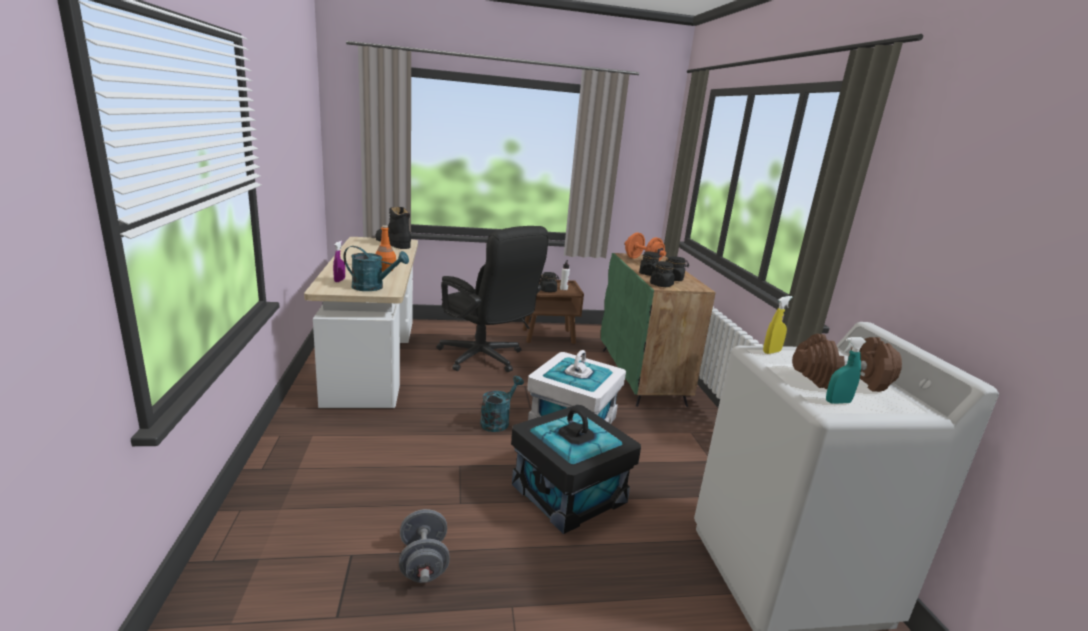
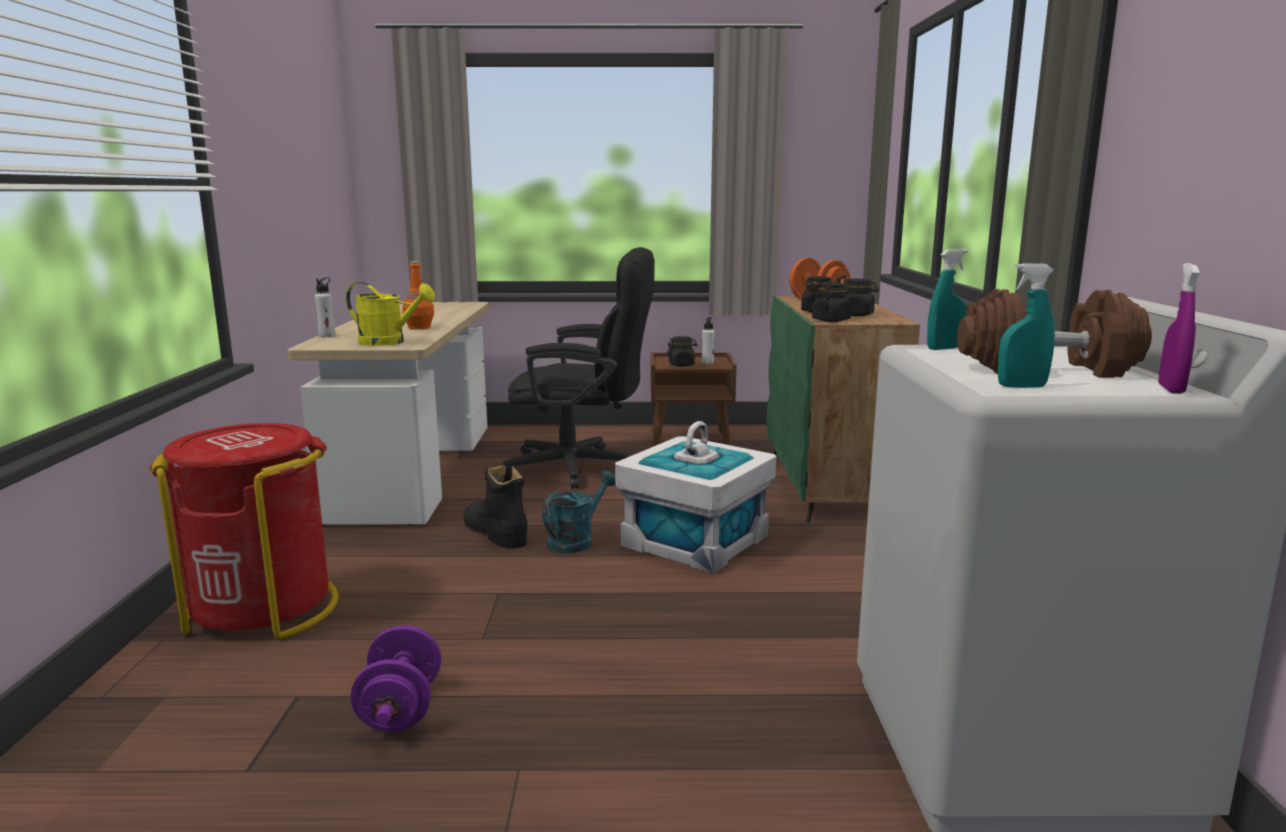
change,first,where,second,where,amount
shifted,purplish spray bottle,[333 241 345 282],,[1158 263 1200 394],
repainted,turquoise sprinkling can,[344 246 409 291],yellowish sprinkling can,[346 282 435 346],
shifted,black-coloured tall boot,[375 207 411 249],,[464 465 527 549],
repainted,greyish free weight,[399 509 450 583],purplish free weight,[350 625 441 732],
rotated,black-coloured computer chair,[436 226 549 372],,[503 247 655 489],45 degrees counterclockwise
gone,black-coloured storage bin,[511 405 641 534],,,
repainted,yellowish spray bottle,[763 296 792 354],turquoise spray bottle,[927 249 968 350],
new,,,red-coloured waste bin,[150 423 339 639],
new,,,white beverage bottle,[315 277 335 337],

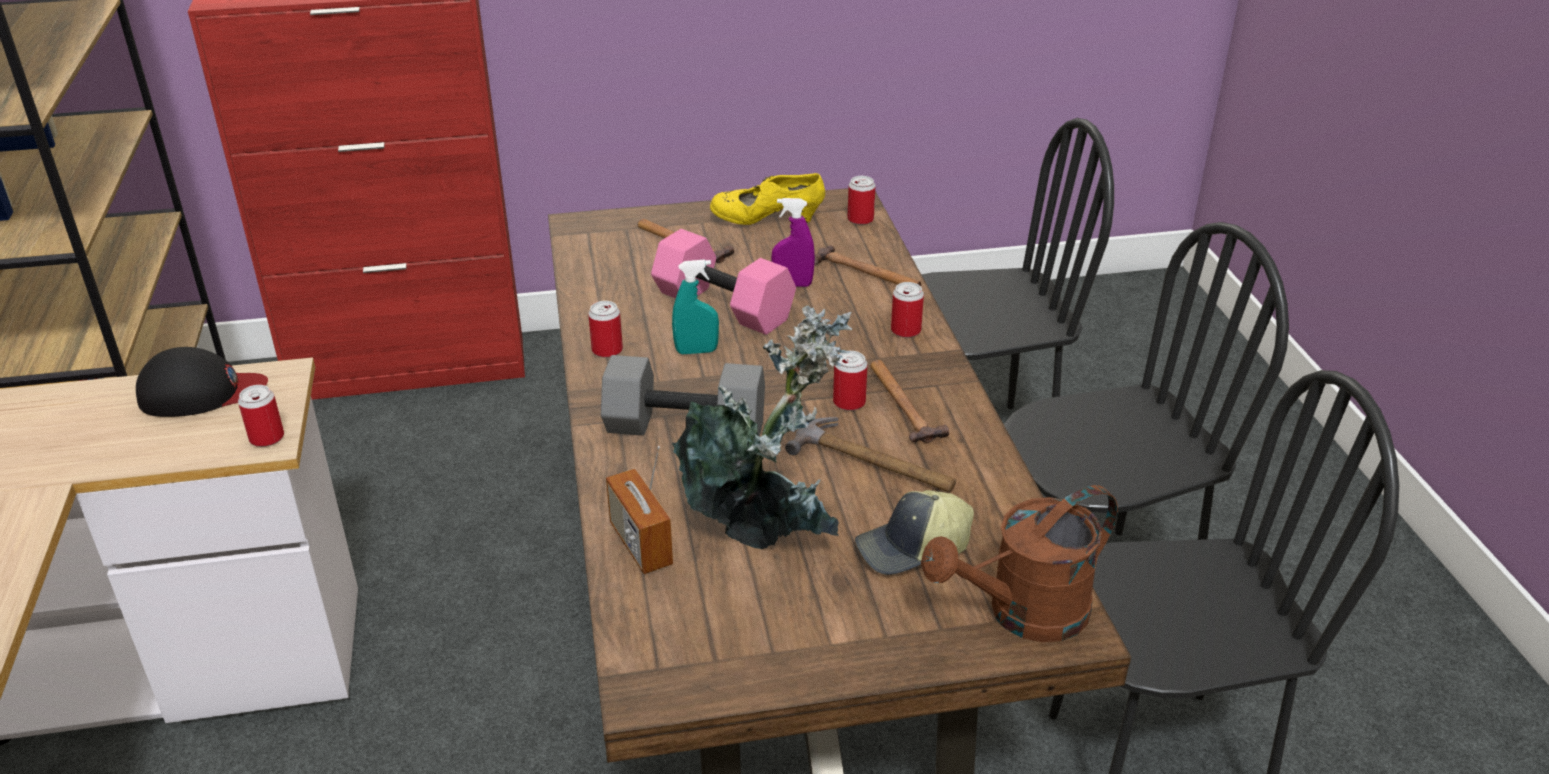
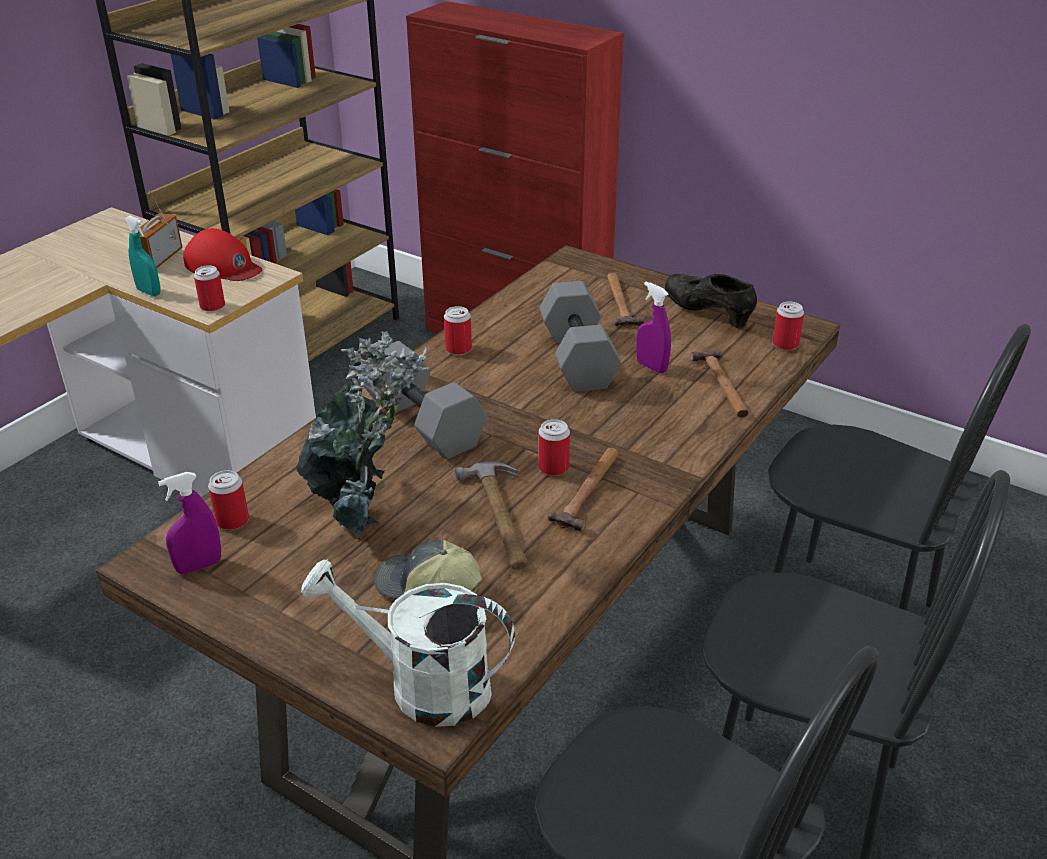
change,first,where,second,where,amount
repainted,black-coloured baseball cap,[136 347 268 417],red-coloured baseball cap,[183 228 262 281],
shifted,radio receiver,[606 446 673 574],,[138 190 182 268],
repainted,pinkish free weight,[651 229 796 335],greyish free weight,[539 281 621 392],
shifted,turquoise spray bottle,[672 260 719 354],,[125 216 161 296],
repainted,yellowish shoe,[710 173 825 225],black-coloured shoe,[665 273 757 328],
shifted,metal can,[891 282 924 338],,[208 470 249 530],
repainted,brownish sprinkling can,[921 485 1118 642],white sprinkling can,[301 559 515 727],
new,,,purplish spray bottle,[158 472 221 574],

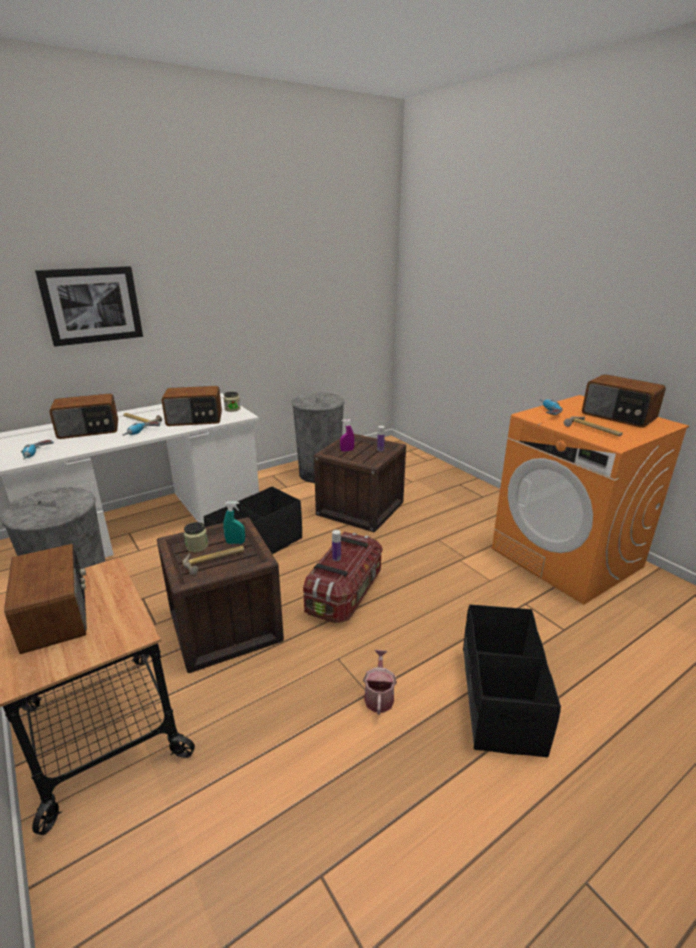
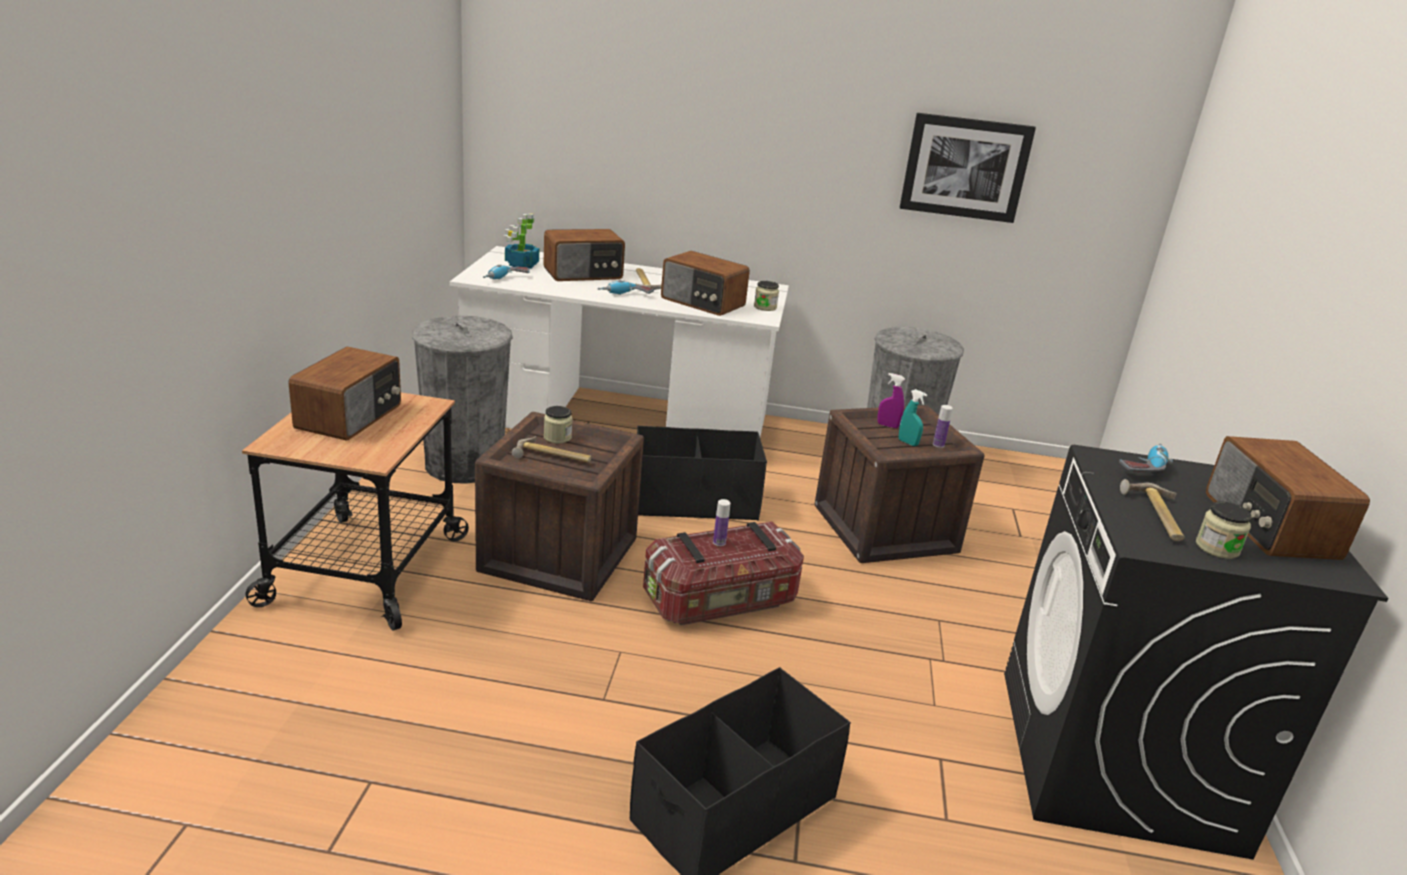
change,first,where,second,where,amount
shifted,wall picture,[35 266 143 347],,[900 113 1036 223],
rotated,radio receiver,[49 394 118 439],,[543 229 625 281],45 degrees counterclockwise
shifted,turquoise spray bottle,[223 502 245 544],,[899 389 927 446],
gone,sprinkling can,[363 650 397 715],,,
repainted,orangey laundry appliance,[492 395 689 605],black-coloured laundry appliance,[1004 445 1389 860],
new,,,plant in a pot,[504 213 539 269],
new,,,preserve jar,[1196 501 1252 559],

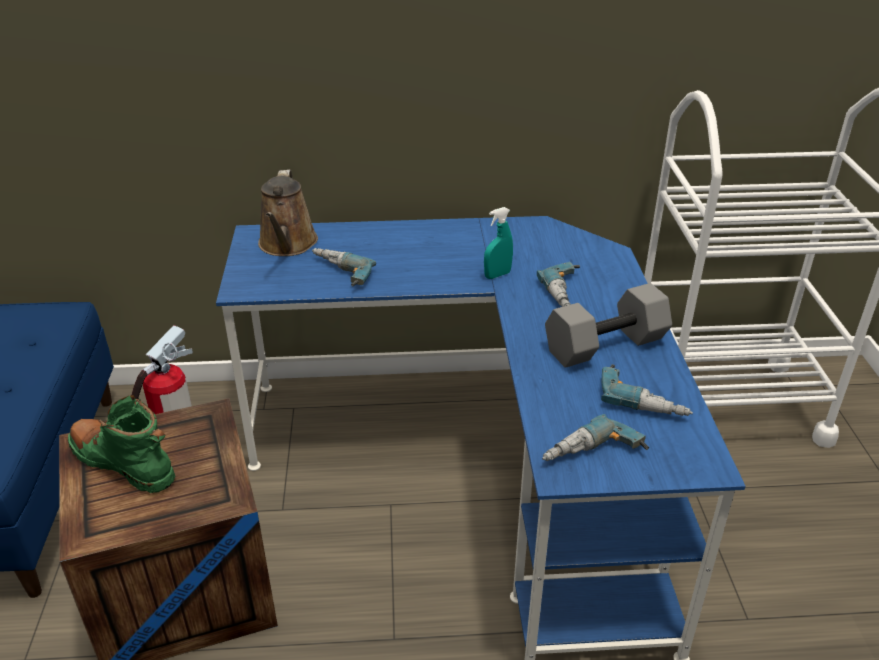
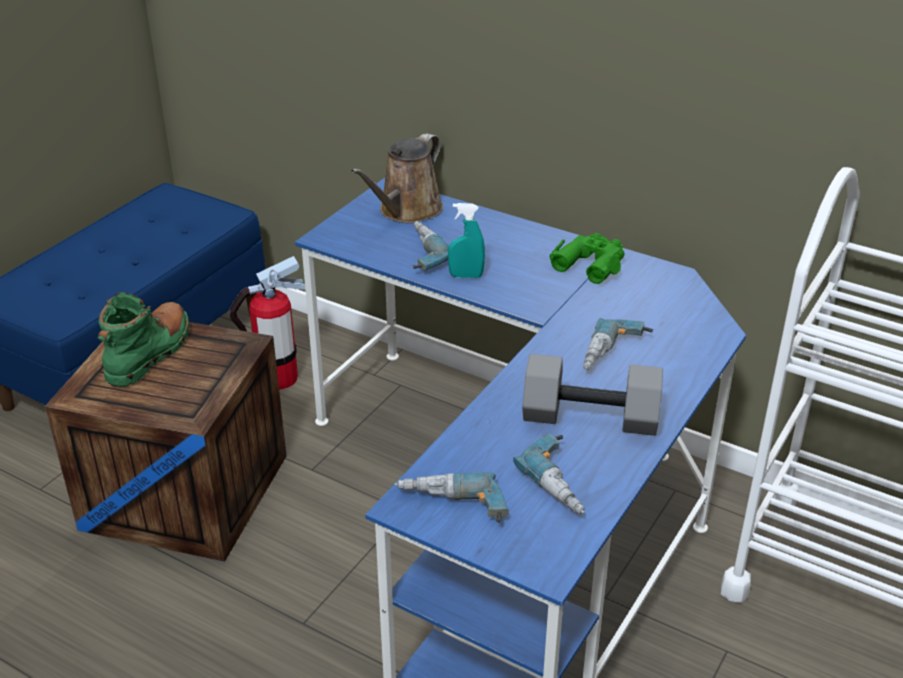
change,first,where,second,where,amount
rotated,greenish tall boot,[68 395 175 493],,[98 292 189 387],45 degrees clockwise
shifted,turquoise spray bottle,[484 207 513 279],,[448 203 485 278],
new,,,greenish pair of binoculars,[549 233 624 284],

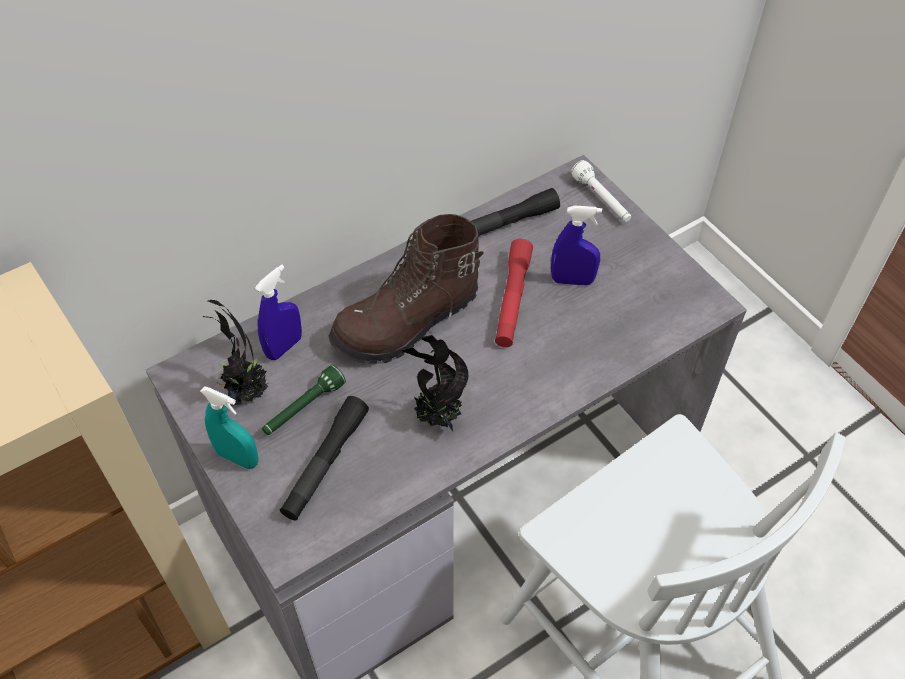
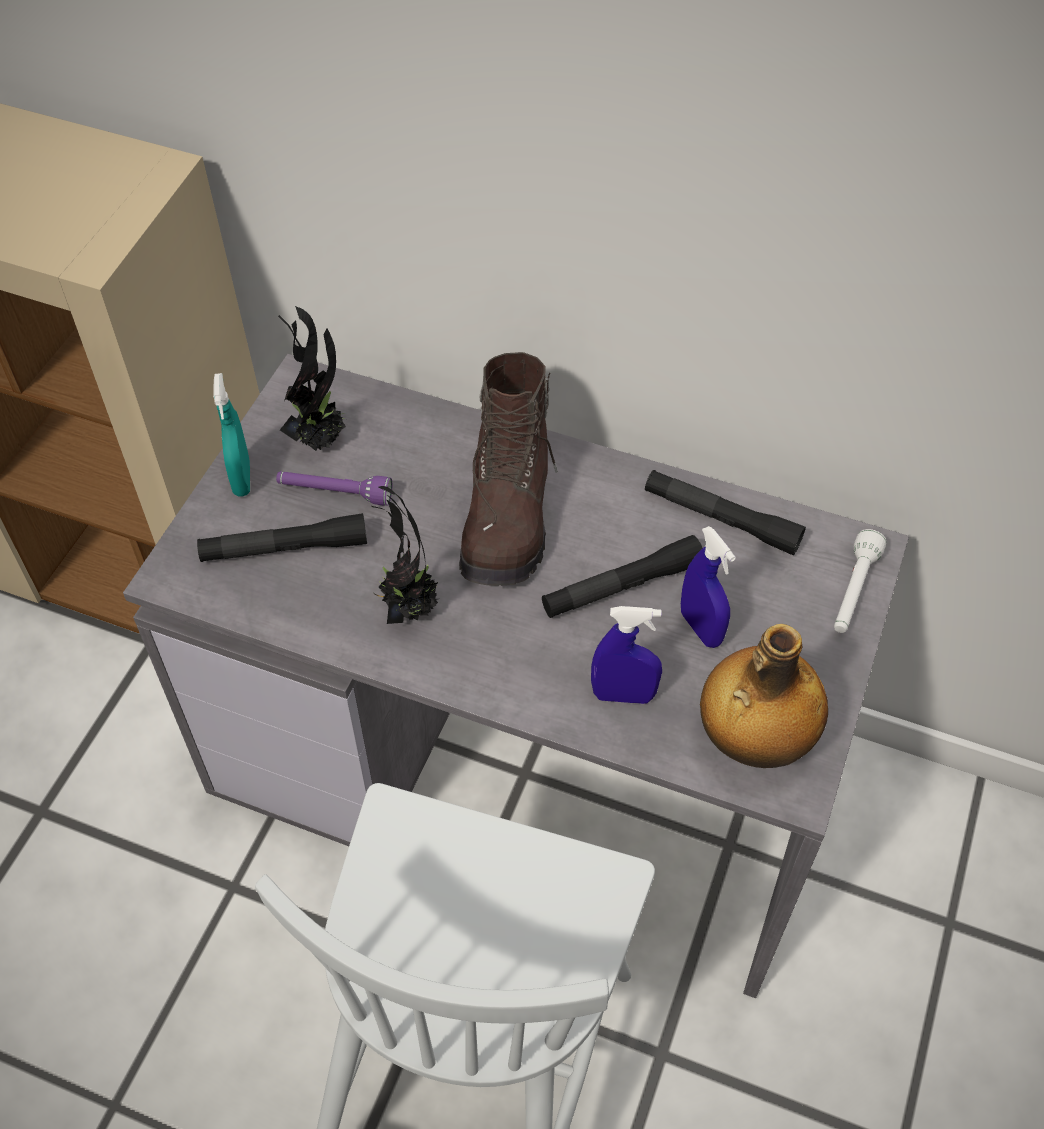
change,first,where,second,where,amount
shifted,blue spray bottle,[255 264 302 360],,[591 606 662 704],
repainted,greenish flashlight,[262 365 346 435],purplish flashlight,[276 471 392 506],
rotated,brownish tall boot,[328 214 484 364],,[459 352 558 586],105 degrees counterclockwise
repainted,red-coloured flashlight,[495 239 533 347],black-coloured flashlight,[542 535 702 618],
new,,,beverage bottle,[700 624 828 768],

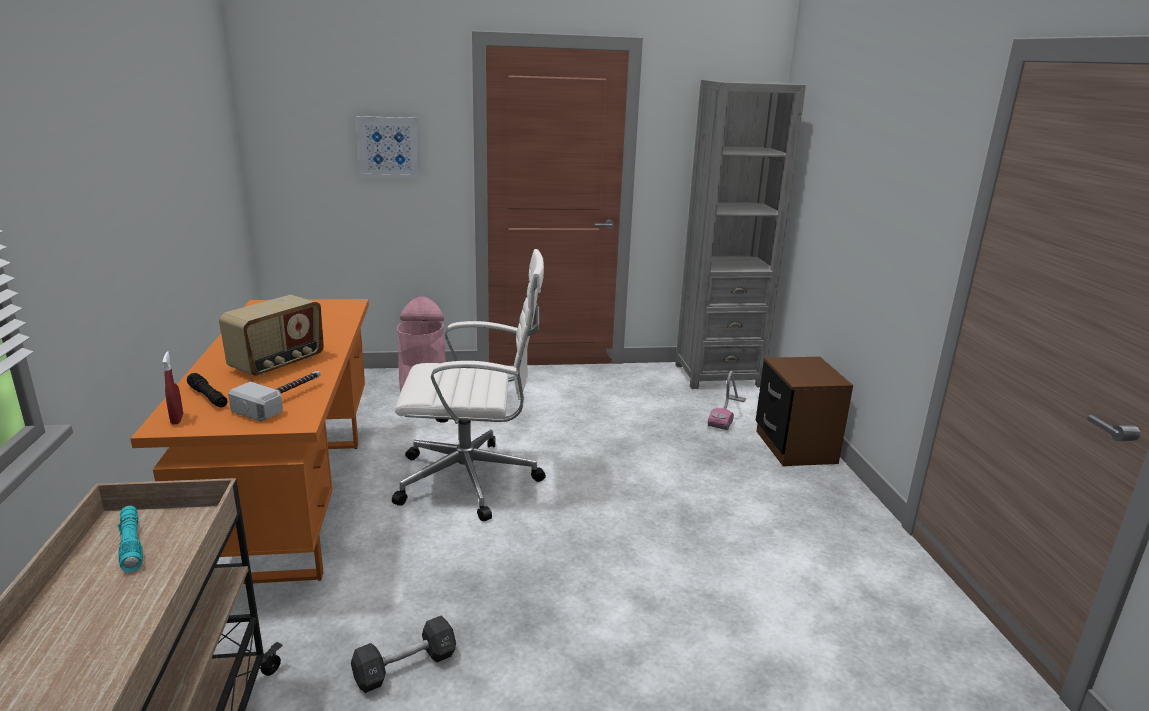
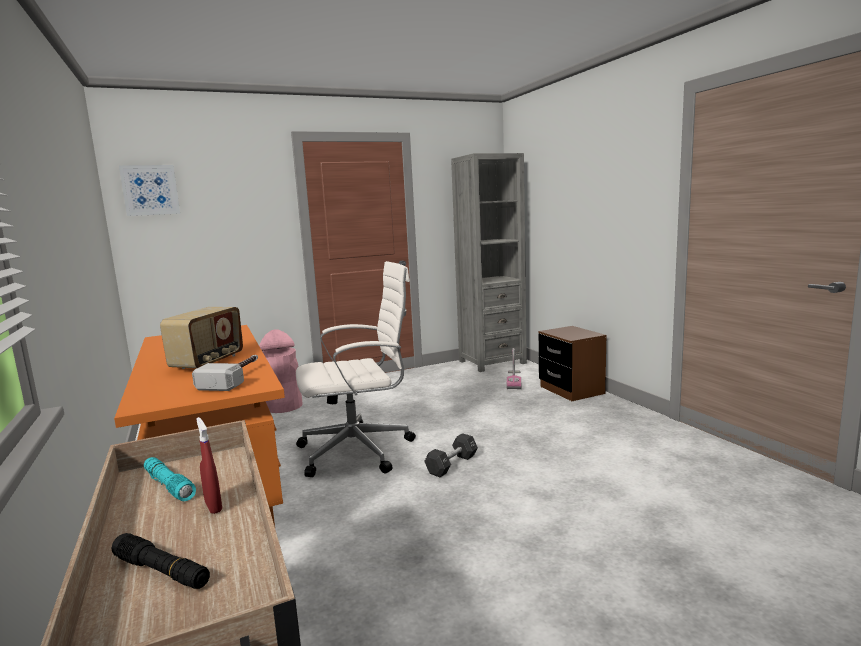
change,first,where,second,where,amount
shifted,red-coloured spray bottle,[162 351 183 425],,[196 417 222 514],
shifted,black-coloured flashlight,[187 373 227 407],,[111 533 210 589],
shifted,black-coloured free weight,[351 616 456 693],,[424 433 478 477],
shifted,wall picture,[356 116 420 178],,[119 165 180 216],

